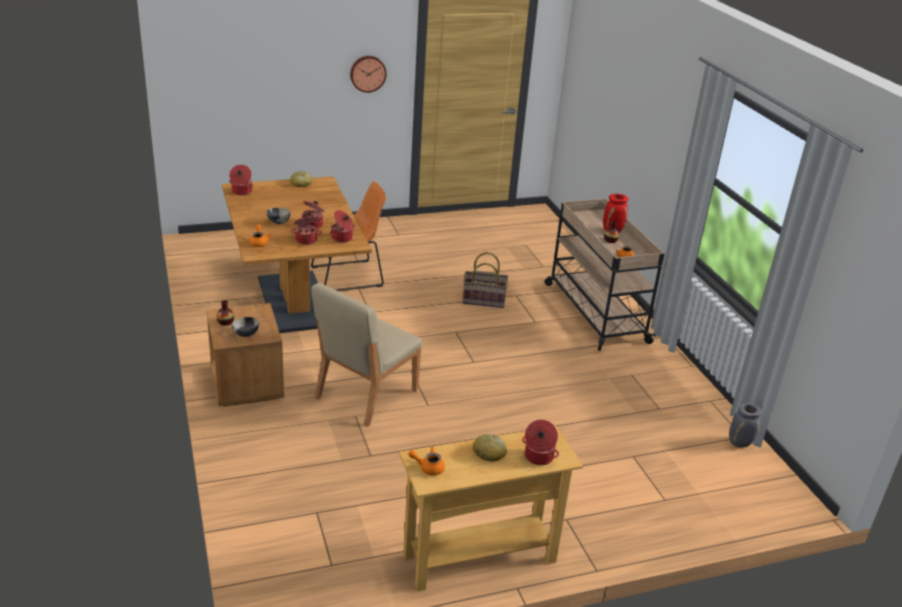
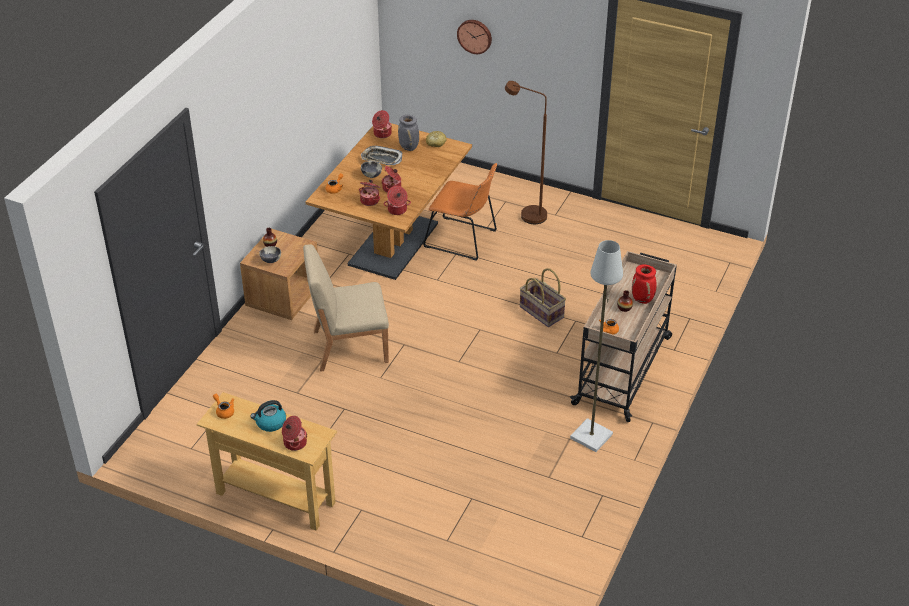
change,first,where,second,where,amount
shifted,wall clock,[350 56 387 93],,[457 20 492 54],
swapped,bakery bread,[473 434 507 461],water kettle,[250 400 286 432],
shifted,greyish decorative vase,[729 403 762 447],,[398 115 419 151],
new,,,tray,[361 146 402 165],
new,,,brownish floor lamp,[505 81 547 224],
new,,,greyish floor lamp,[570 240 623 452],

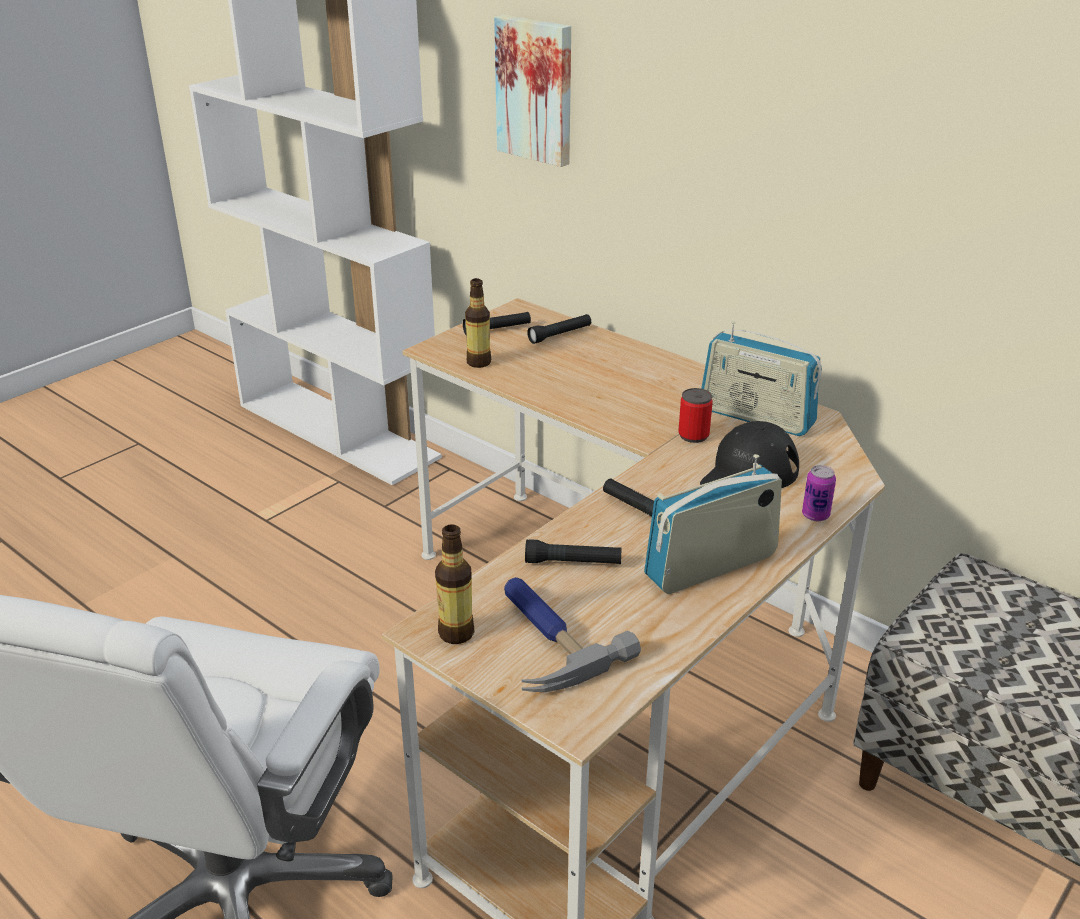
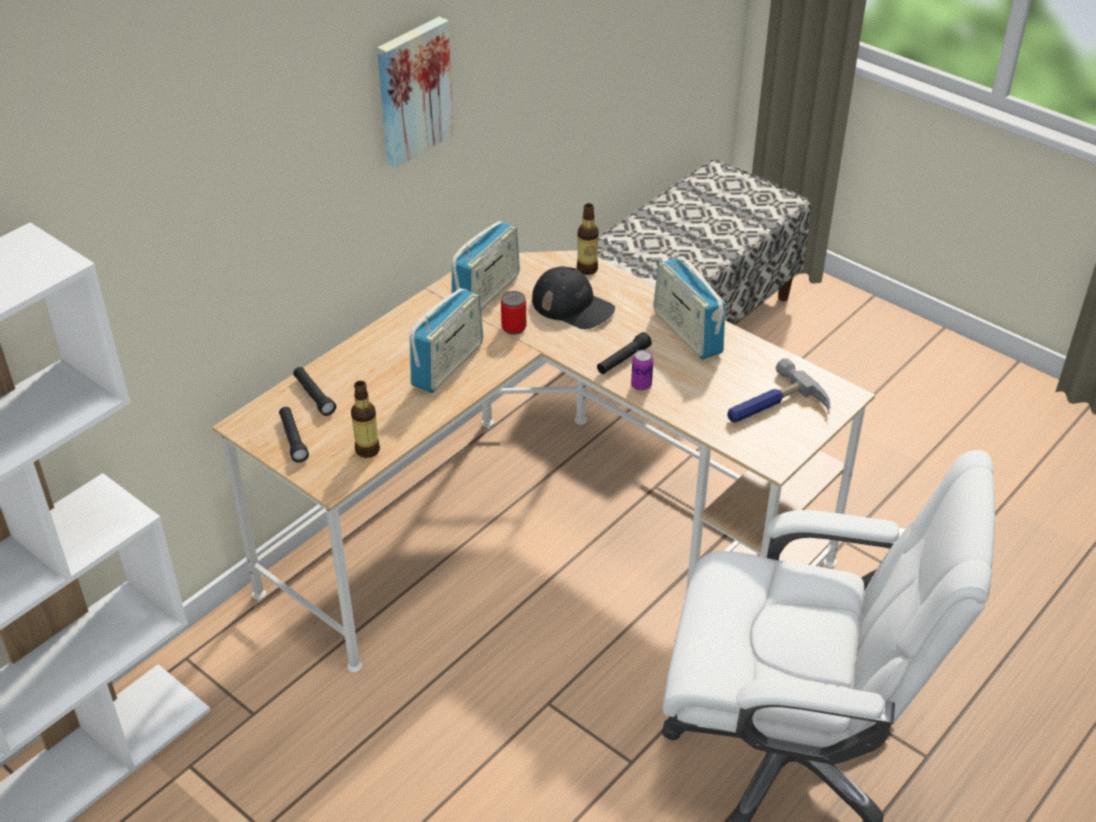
change,first,where,second,where,amount
shifted,beverage bottle,[435 524 474 644],,[577 203 599 275],
shifted,wall picture,[494 15 571 167],,[377 17 454 168],
gone,black-coloured flashlight,[525 539 622 564],,,
shifted,metal can,[802 465 836 521],,[631 350 653 391],
new,,,radio receiver,[409 288 483 393],

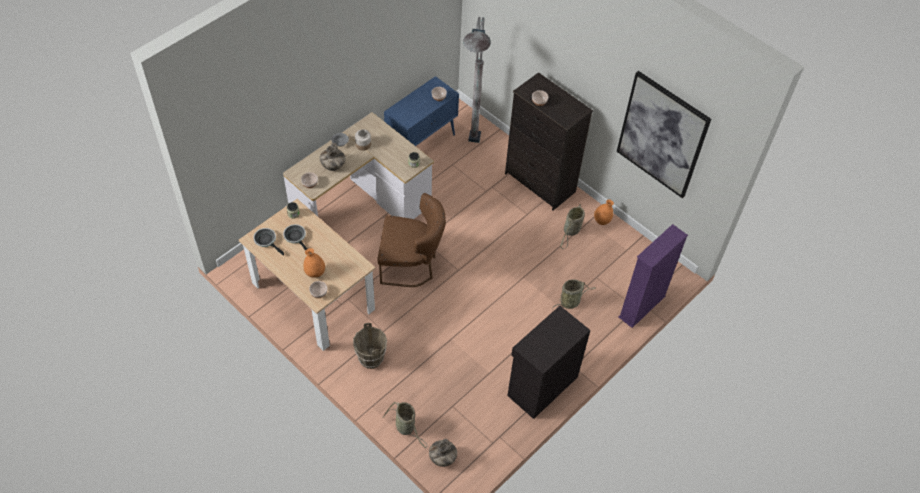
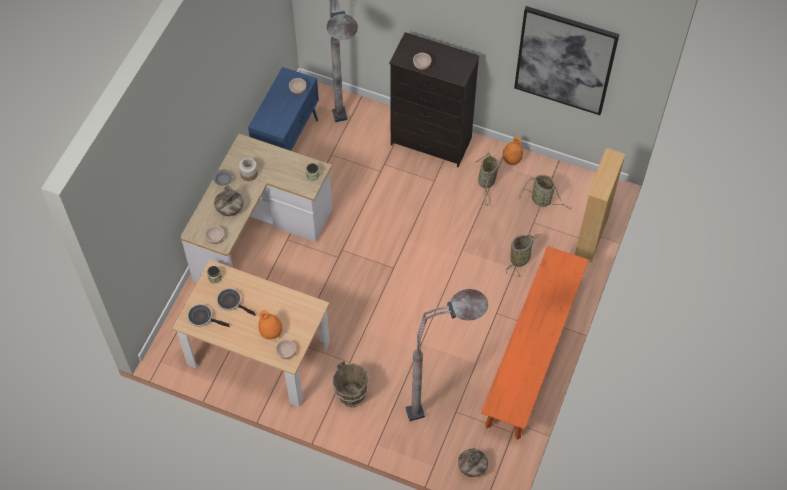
change,first,where,second,where,amount
gone,brownish upright chair,[377 193 446 287],,,
shifted,household basket,[382 402 427 449],,[519 175 572 210],
swapped,black-coloured cupboard,[507 306 590 419],orangey indoor bench,[481 246 589 440],
repainted,purplish shelving unit,[618 224 688 328],sand-coloured shelving unit,[574 148 625 262],
new,,,greyish floor lamp,[406 289 488 421],

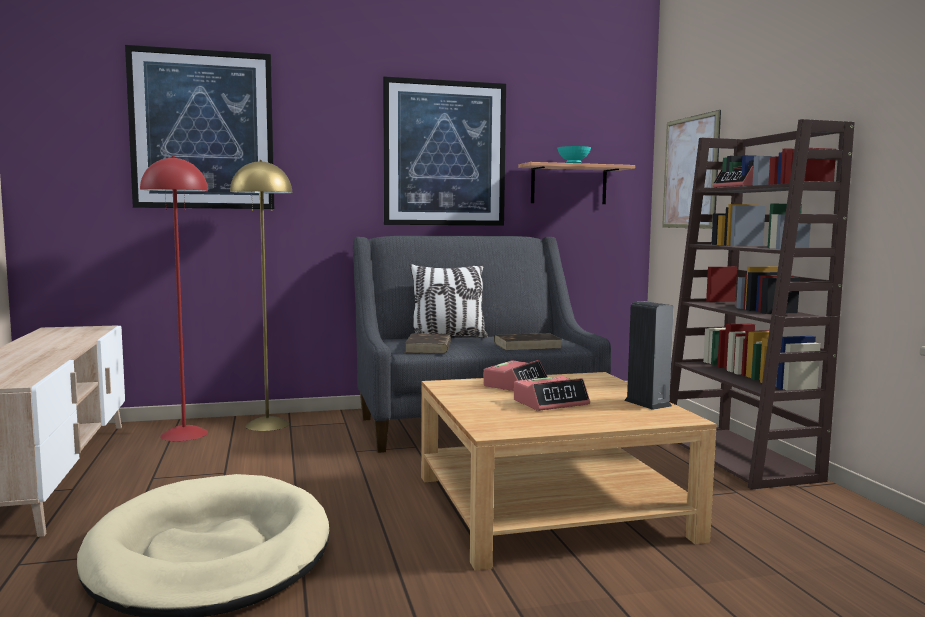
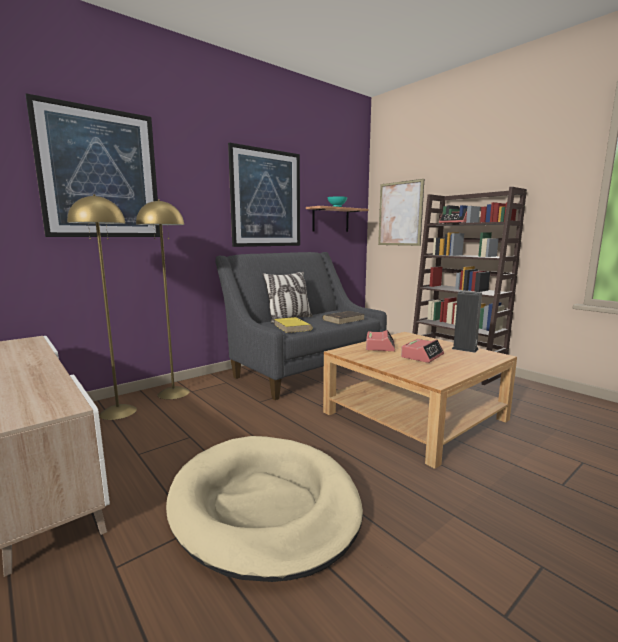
change,first,where,second,where,amount
repainted,red-coloured floor lamp,[140 156 208 441],yellowish floor lamp,[67 194 137 420],
repainted,brownish bound book,[405 333 451 354],yellowish bound book,[274 317 313 333],

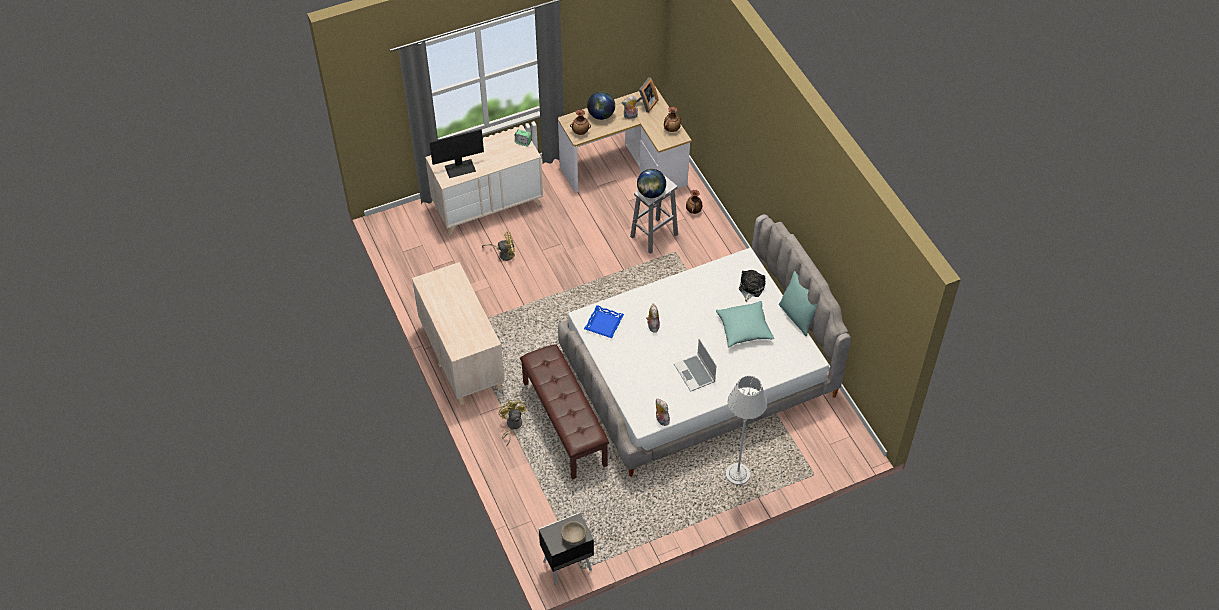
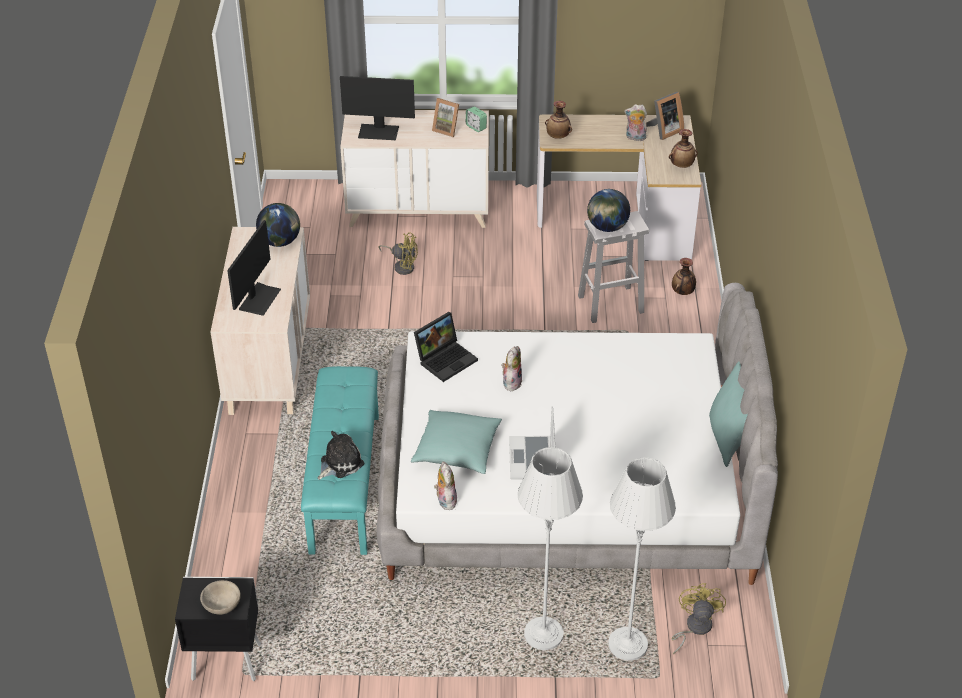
change,first,where,second,where,amount
shifted,yellowish electric fan,[499 400 526 447],,[671 583 726 654],
repainted,brownish indoor bench,[520 344 609 479],turquoise indoor bench,[301 366 379 555],
swapped,blue tray,[584 305 624 338],notebook computer,[414 312 478 382],
shifted,world globe,[587 91 615 120],,[256 203 300 247],
shifted,turquoise pillow,[716 301 774 347],,[411 410 502 474],
shifted,plush toy,[739 270 765 302],,[318 431 364 480],
new,,,monitor,[227 220 281 316],
new,,,standing frame,[432 98 459 137],
new,,,greyish floor lamp,[608 457 676 661],

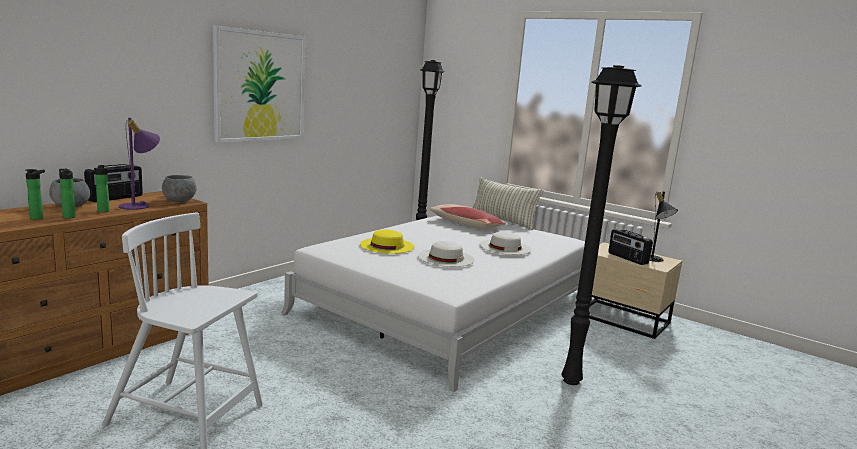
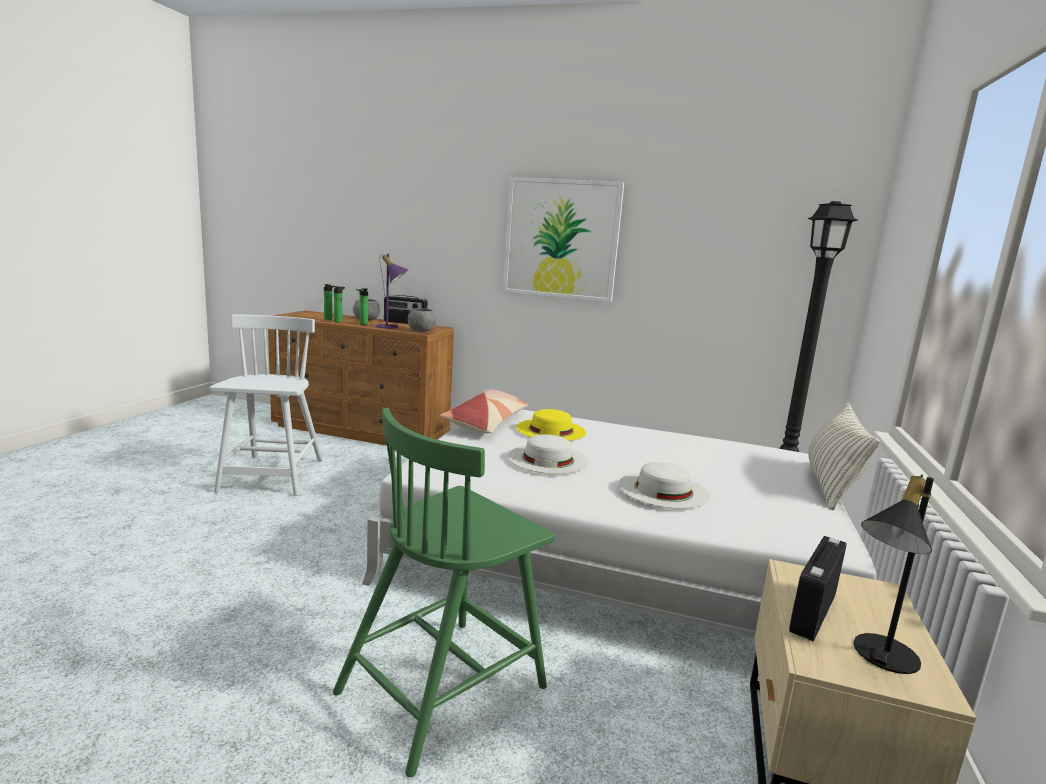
change,first,where,second,where,amount
shifted,pillow,[429 204 506 229],,[440 389 528 433],
swapped,black-coloured floor lamp,[561 65 642 385],greenish upright chair,[333 408 555 777],

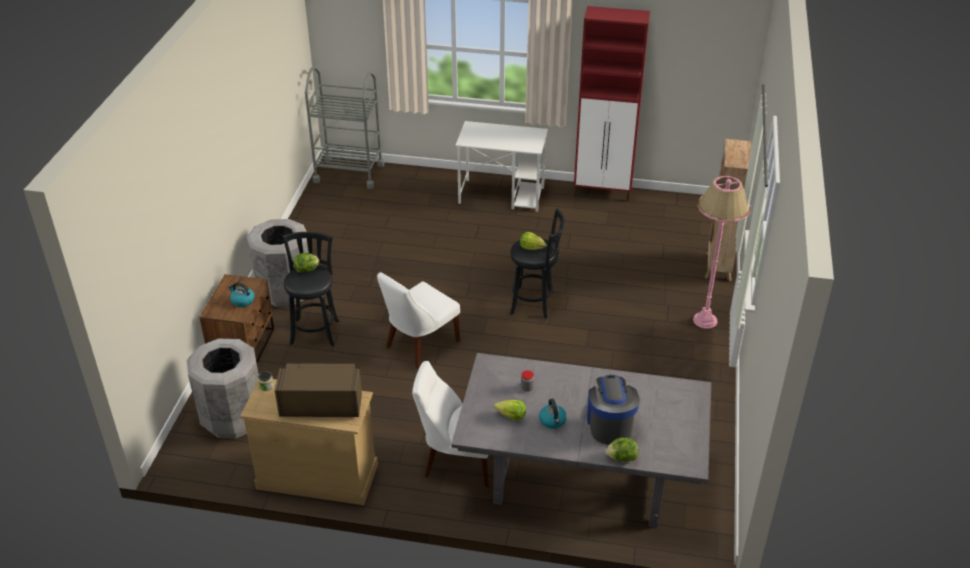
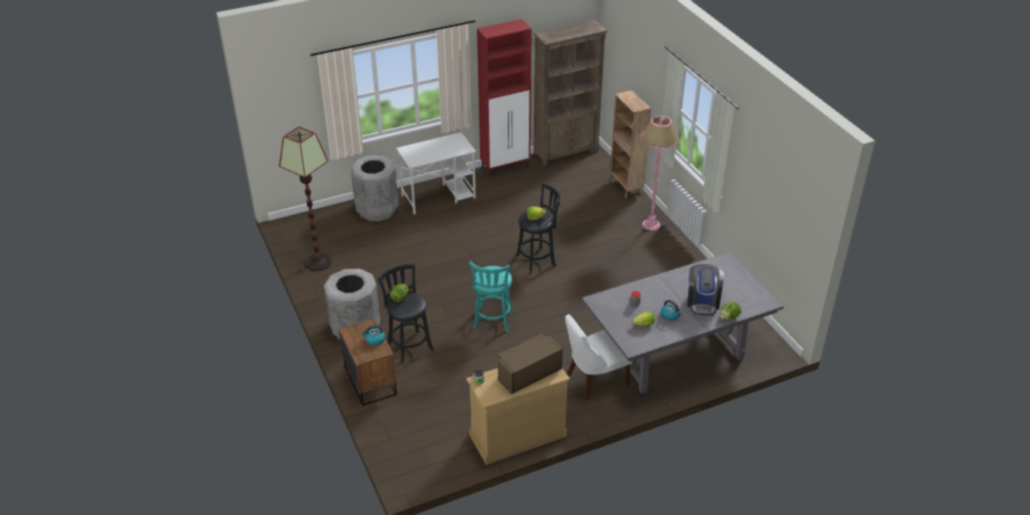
change,first,where,second,where,amount
shifted,greyish waste bin,[187 339 259 439],,[350 155 399 221],
gone,greyish cart,[305 67 384 189],,,
swapped,white upright chair,[377 272 460 369],turquoise stool,[469 261 513 332],
rotated,coffee brewer,[587 375 640 445],,[687 264 724 316],135 degrees counterclockwise
new,,,floor lamp,[279 127 331 271],
new,,,brownish shelving unit,[533 19 608 166],

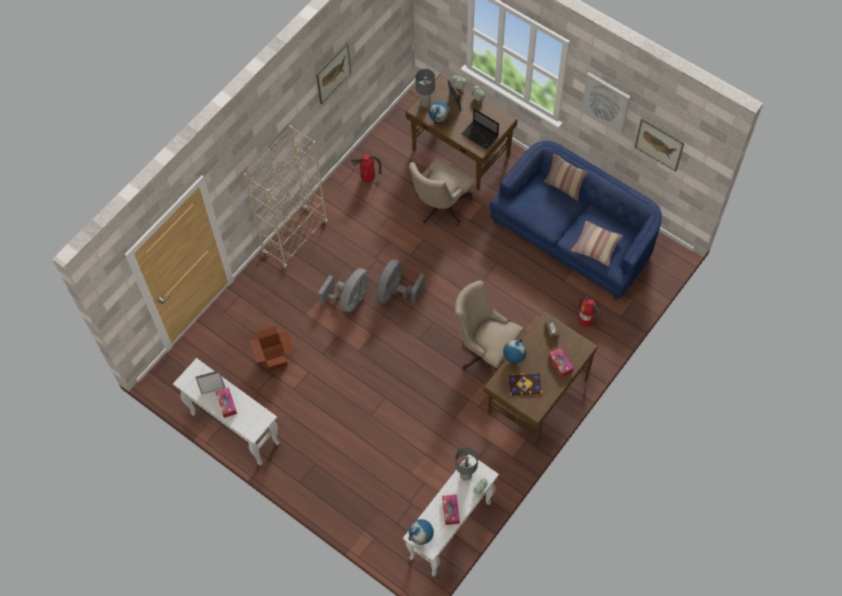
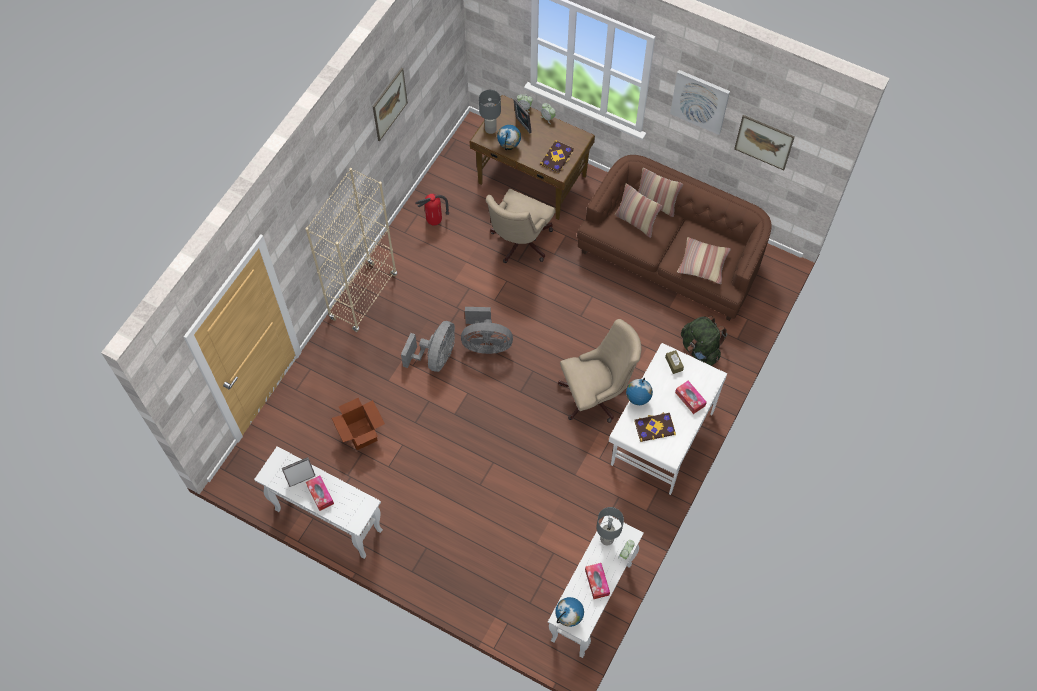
change,first,where,second,where,amount
rotated,greyish electric fan,[375 260 425 304],,[461 307 513 354],105 degrees counterclockwise
rotated,sand-coloured computer chair,[455 281 523 371],,[558 319 641 423],135 degrees clockwise
swapped,notebook computer,[462 109 499 149],bound book,[540 140 574 173],
repainted,brownish desk table,[483 311 598 447],white desk table,[609 343 727 495],
repainted,blue sofa,[490 141 662 300],brownish sofa,[577 155 771 321],
swapped,fire-fighting cylinder,[578 296 601 326],greenish backpack,[681 316 727 366],
new,,,pillow,[615 183 662 238],

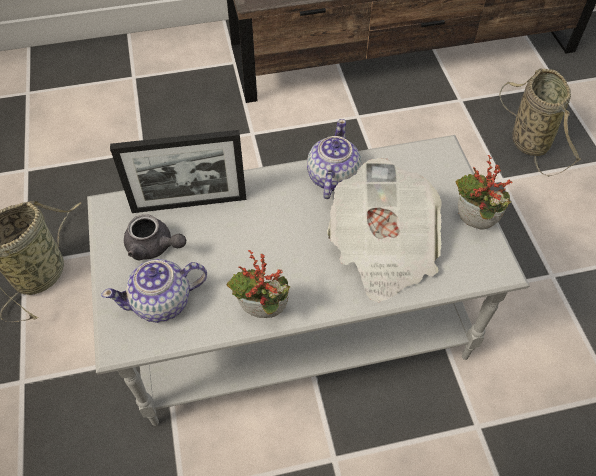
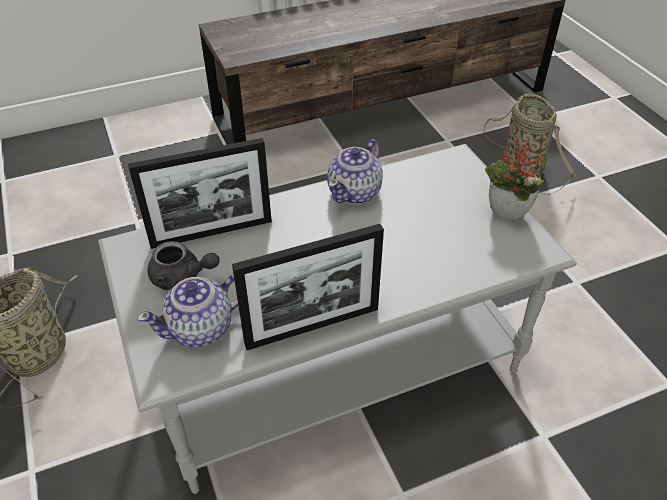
change,first,where,second,where,amount
swapped,plant in a pot,[227 250 290 318],standing frame,[232 224 384 350],
rotated,pot for tea,[307 119 361 199],,[327 139 383 204],150 degrees counterclockwise
gone,printed paper,[327 158 442 302],,,

